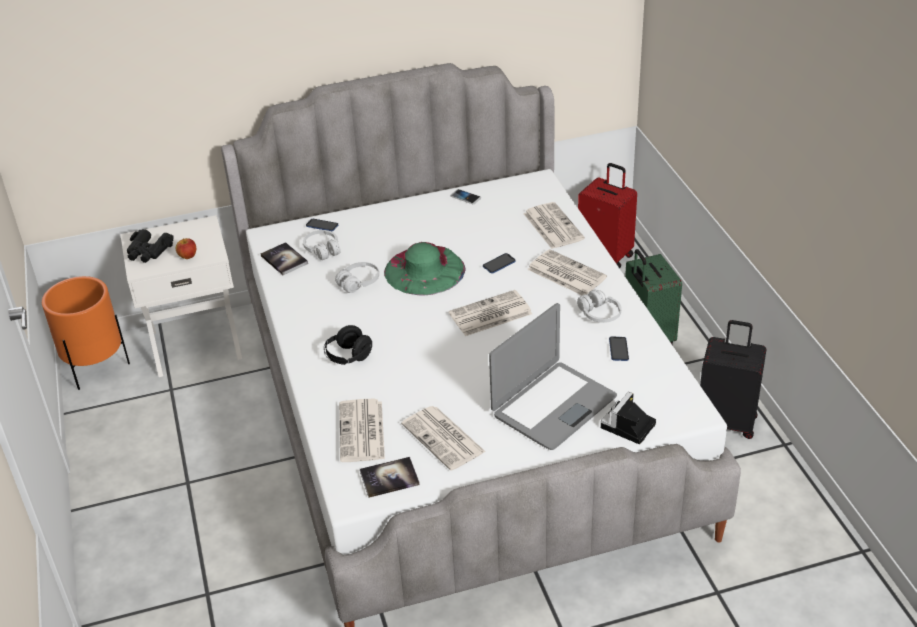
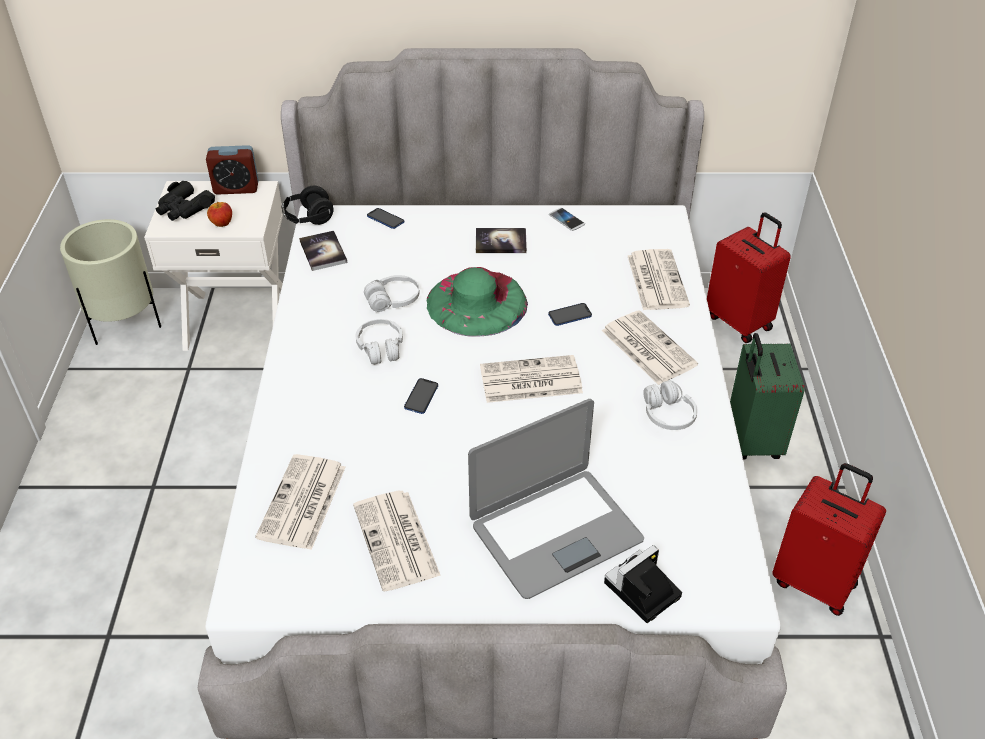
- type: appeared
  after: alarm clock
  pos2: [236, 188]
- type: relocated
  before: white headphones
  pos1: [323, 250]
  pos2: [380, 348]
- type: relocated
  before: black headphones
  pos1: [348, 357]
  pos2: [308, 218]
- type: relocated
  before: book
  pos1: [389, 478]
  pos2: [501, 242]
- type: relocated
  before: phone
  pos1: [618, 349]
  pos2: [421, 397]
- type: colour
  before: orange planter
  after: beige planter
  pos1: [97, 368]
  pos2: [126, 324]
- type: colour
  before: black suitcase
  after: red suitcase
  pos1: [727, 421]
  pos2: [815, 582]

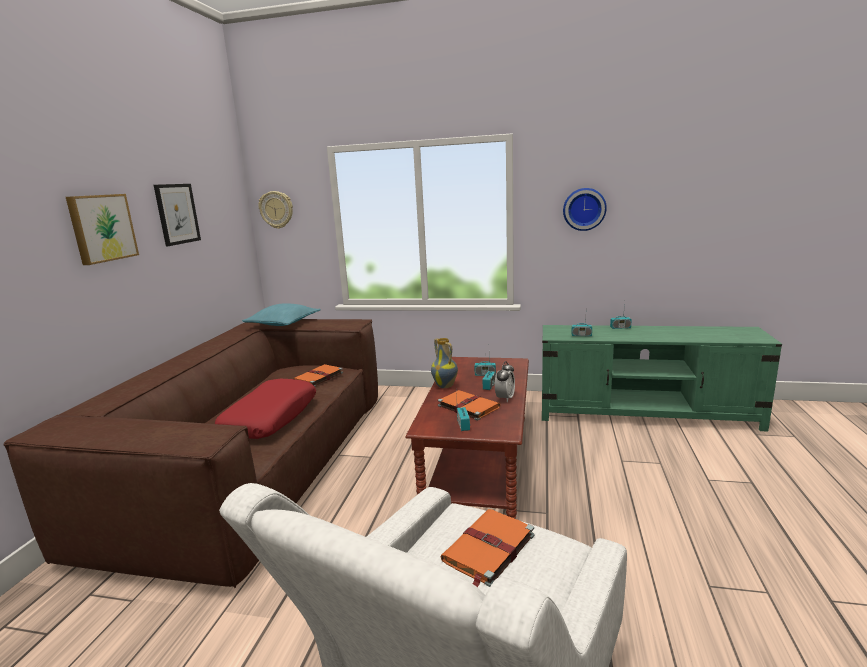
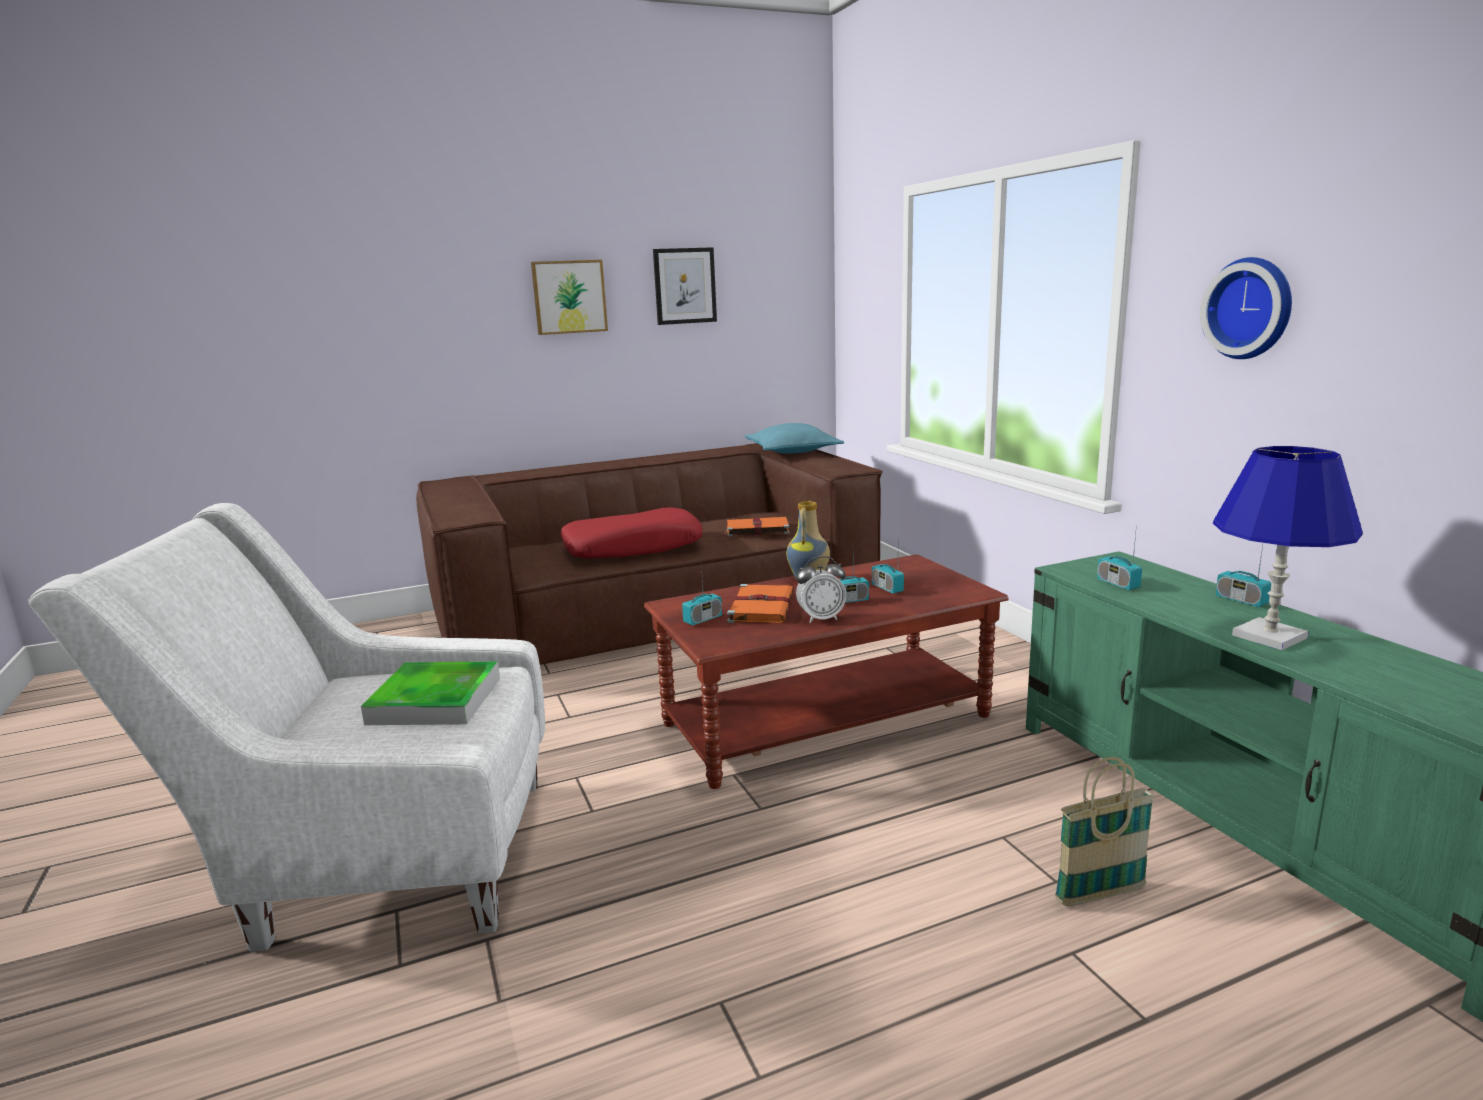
- type: missing
  before: wall clock
  pos1: [276, 209]
- type: appeared
  after: basket
  pos2: [1100, 895]
- type: appeared
  after: blue table lamp
  pos2: [1269, 637]
- type: exchanged
  before: orange book
  after: tray
  pos1: [488, 549]
  pos2: [435, 700]

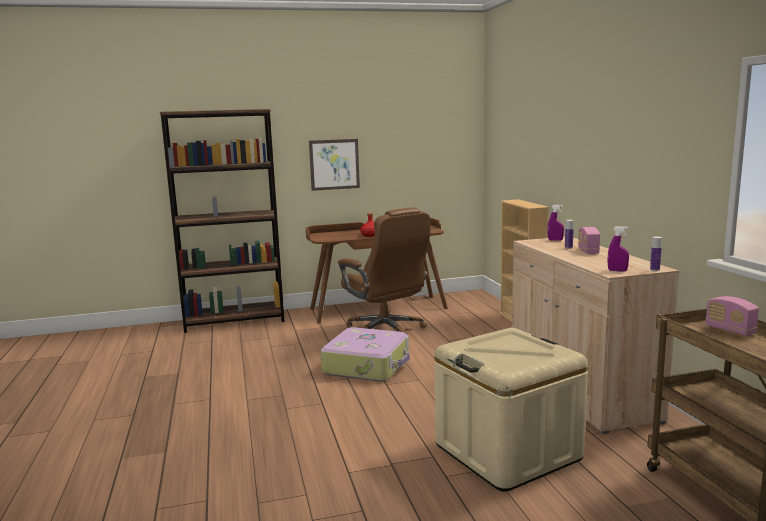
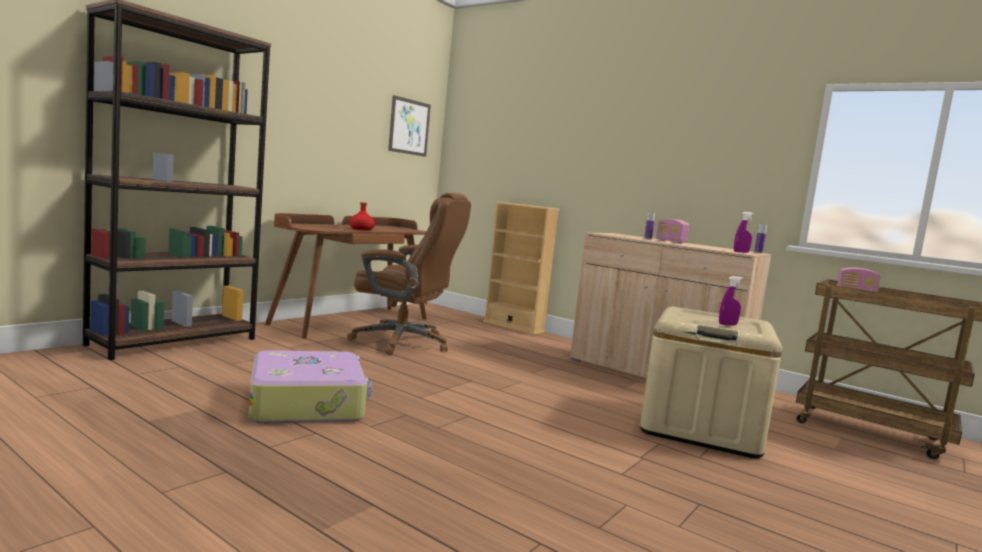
- type: relocated
  before: picture
  pos1: [334, 164]
  pos2: [409, 127]
- type: relocated
  before: suitcase
  pos1: [367, 365]
  pos2: [308, 403]
- type: relocated
  before: purple spray bottle
  pos1: [555, 240]
  pos2: [727, 325]

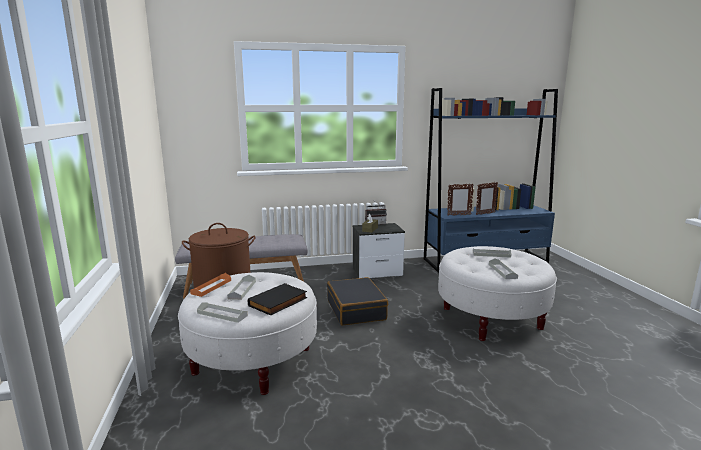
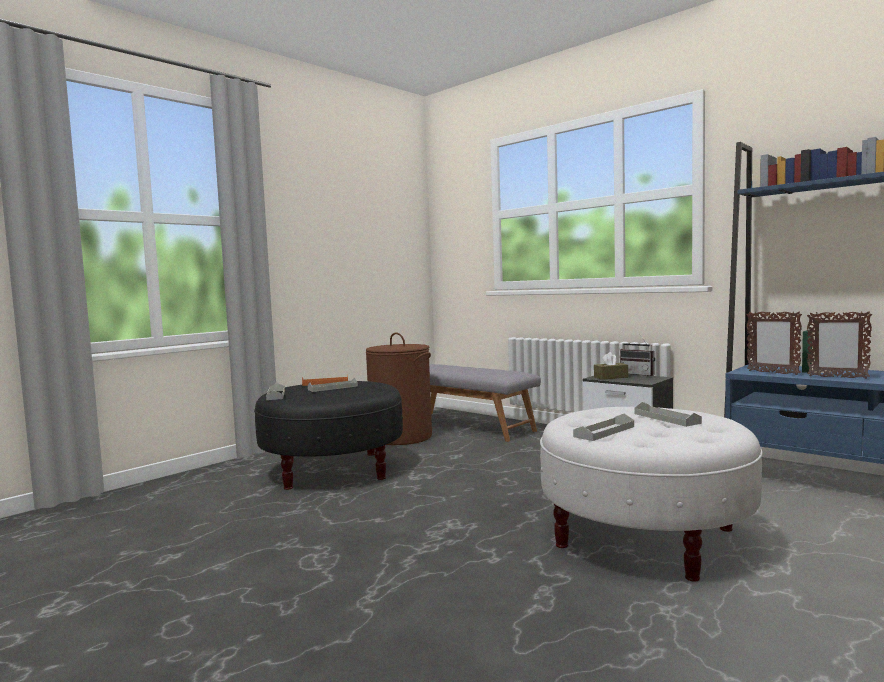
- type: missing
  before: black book
  pos1: [278, 302]
- type: missing
  before: black suitcase
  pos1: [356, 310]
- type: colour
  before: white ottoman
  after: black ottoman
  pos1: [253, 360]
  pos2: [333, 469]

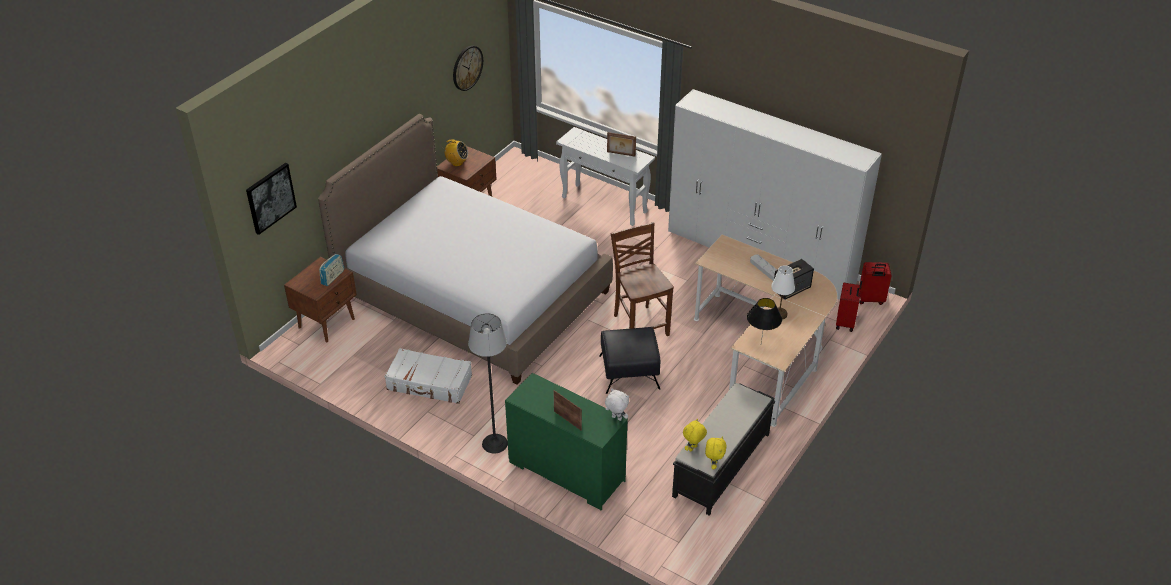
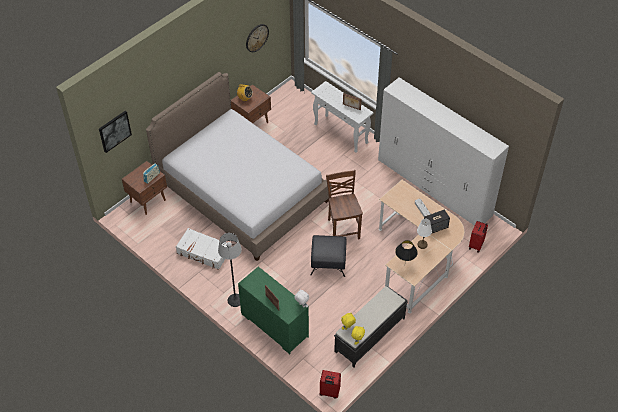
- type: relocated
  before: red suitcase
  pos1: [871, 300]
  pos2: [329, 392]

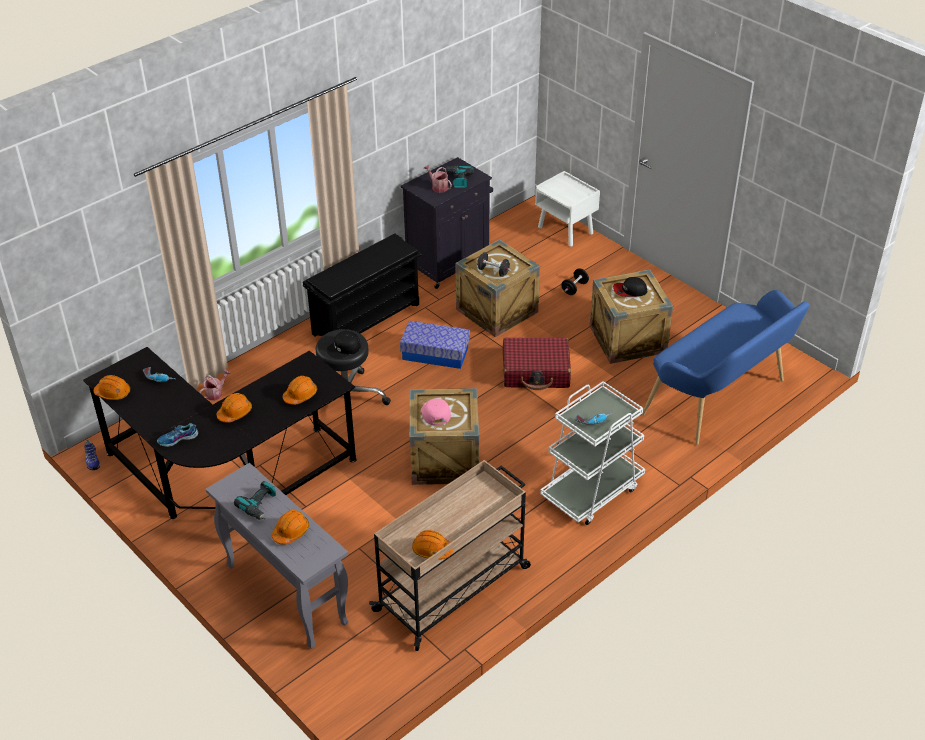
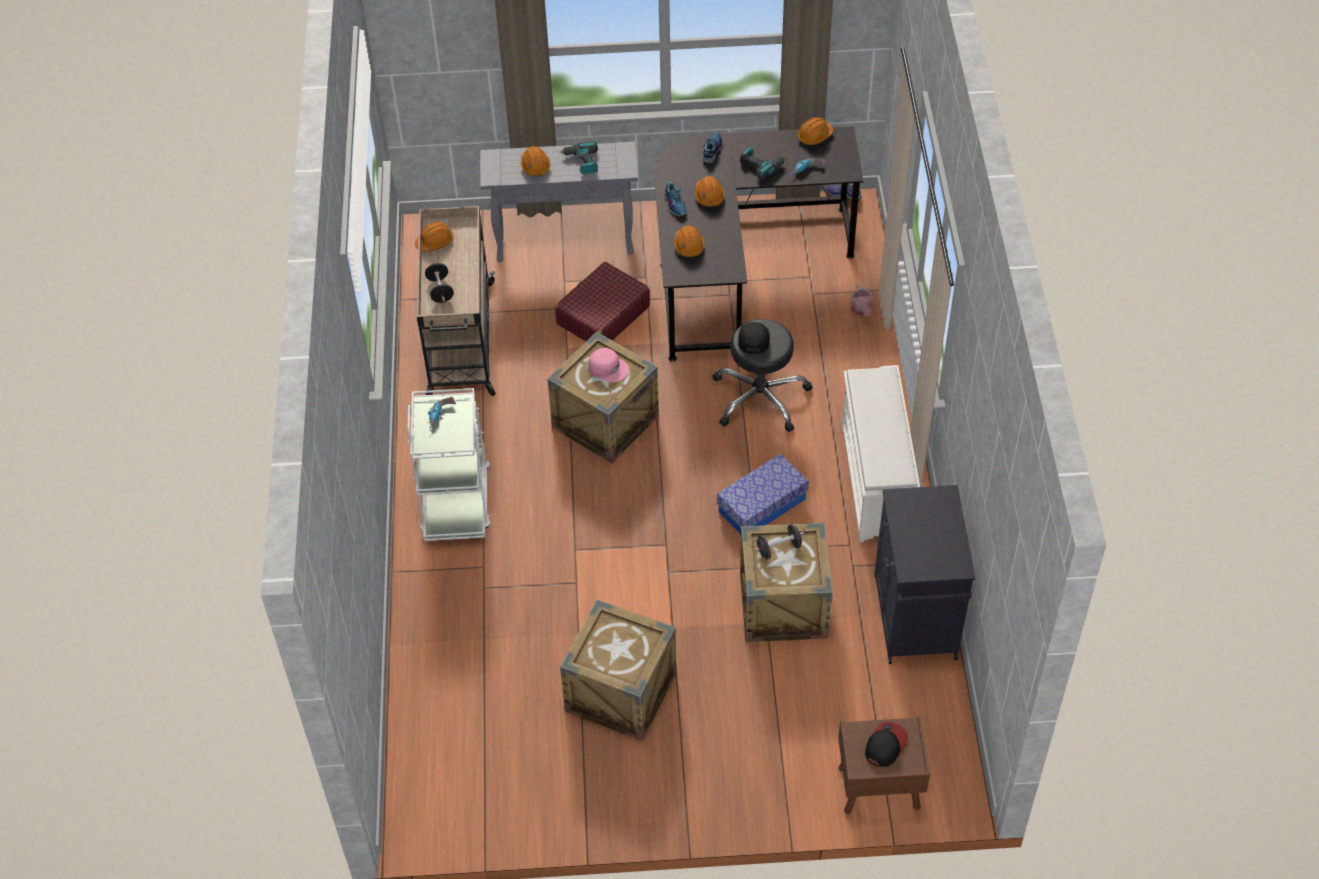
- type: missing
  before: watering can
  pos1: [438, 187]
- type: missing
  before: blue bench
  pos1: [720, 400]
- type: appeared
  after: shoe
  pos2: [675, 204]
- type: relocated
  before: power drill
  pos1: [458, 179]
  pos2: [761, 166]
- type: relocated
  before: red suitcase
  pos1: [536, 371]
  pos2: [602, 315]
- type: relocated
  before: black dumbbell
  pos1: [574, 288]
  pos2: [440, 290]
- type: relocated
  before: cap
  pos1: [629, 291]
  pos2: [885, 745]
- type: colour
  before: black shoe rack
  after: white shoe rack
  pos1: [366, 318]
  pos2: [876, 483]
- type: colour
  before: white nightstand
  after: brown nightstand
  pos1: [566, 231]
  pos2: [878, 788]

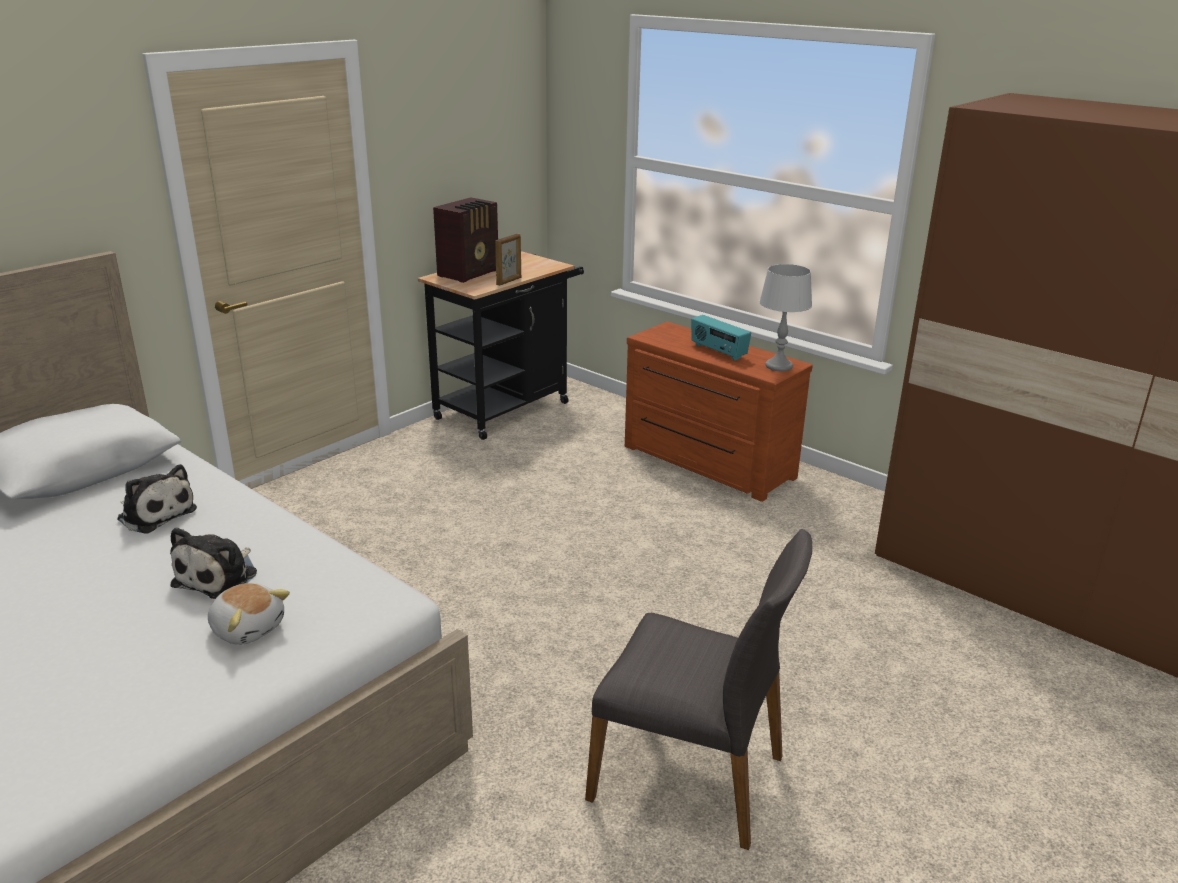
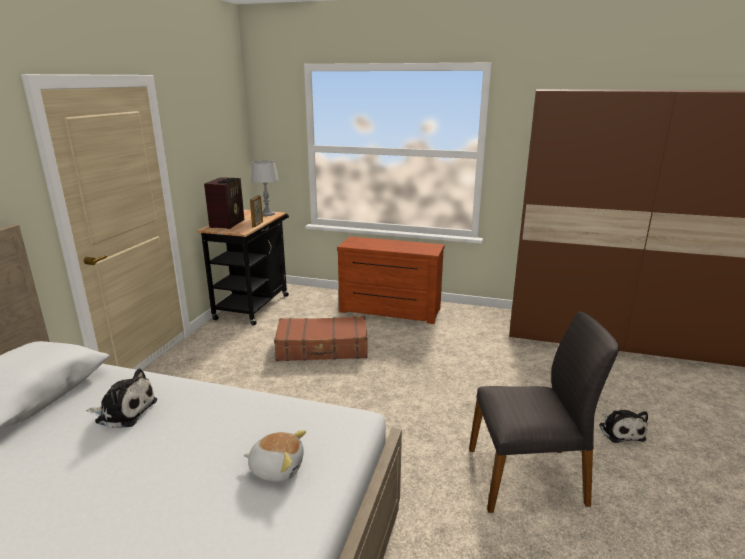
- type: missing
  before: radio
  pos1: [718, 352]
- type: appeared
  after: brown suitcase
  pos2: [322, 348]
- type: relocated
  before: plush toy
  pos1: [219, 577]
  pos2: [620, 431]
- type: relocated
  before: grey table lamp
  pos1: [778, 366]
  pos2: [267, 214]

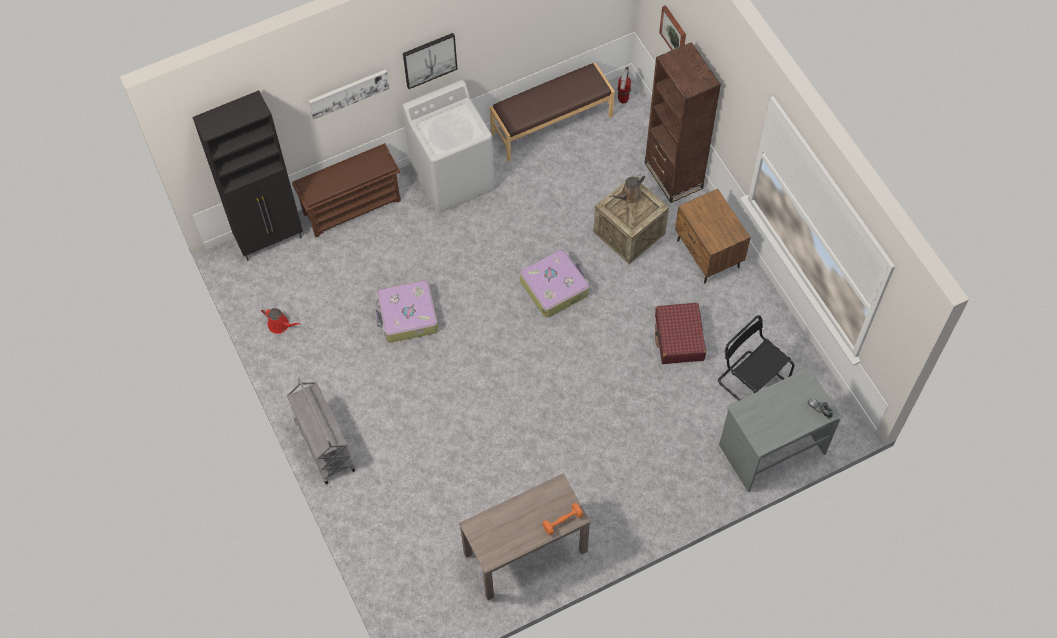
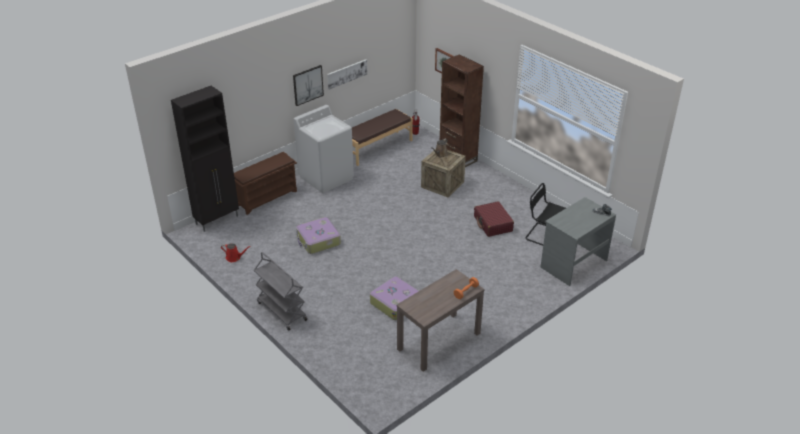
- type: missing
  before: brown nightstand
  pos1: [707, 254]
- type: relocated
  before: picture
  pos1: [348, 93]
  pos2: [346, 73]
- type: relocated
  before: suitcase
  pos1: [554, 287]
  pos2: [395, 303]

